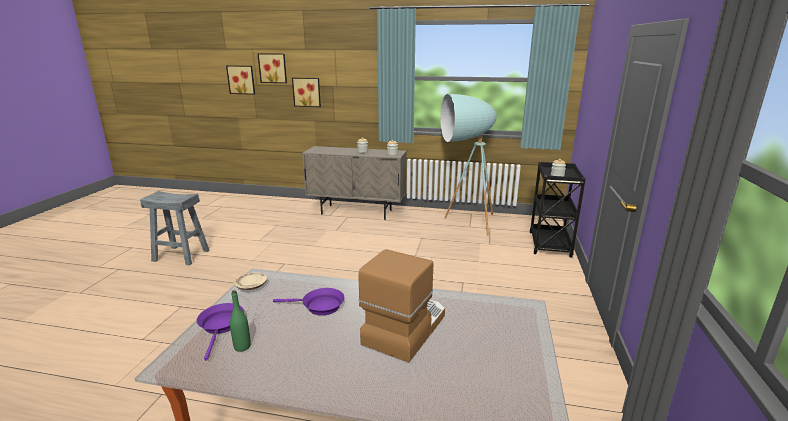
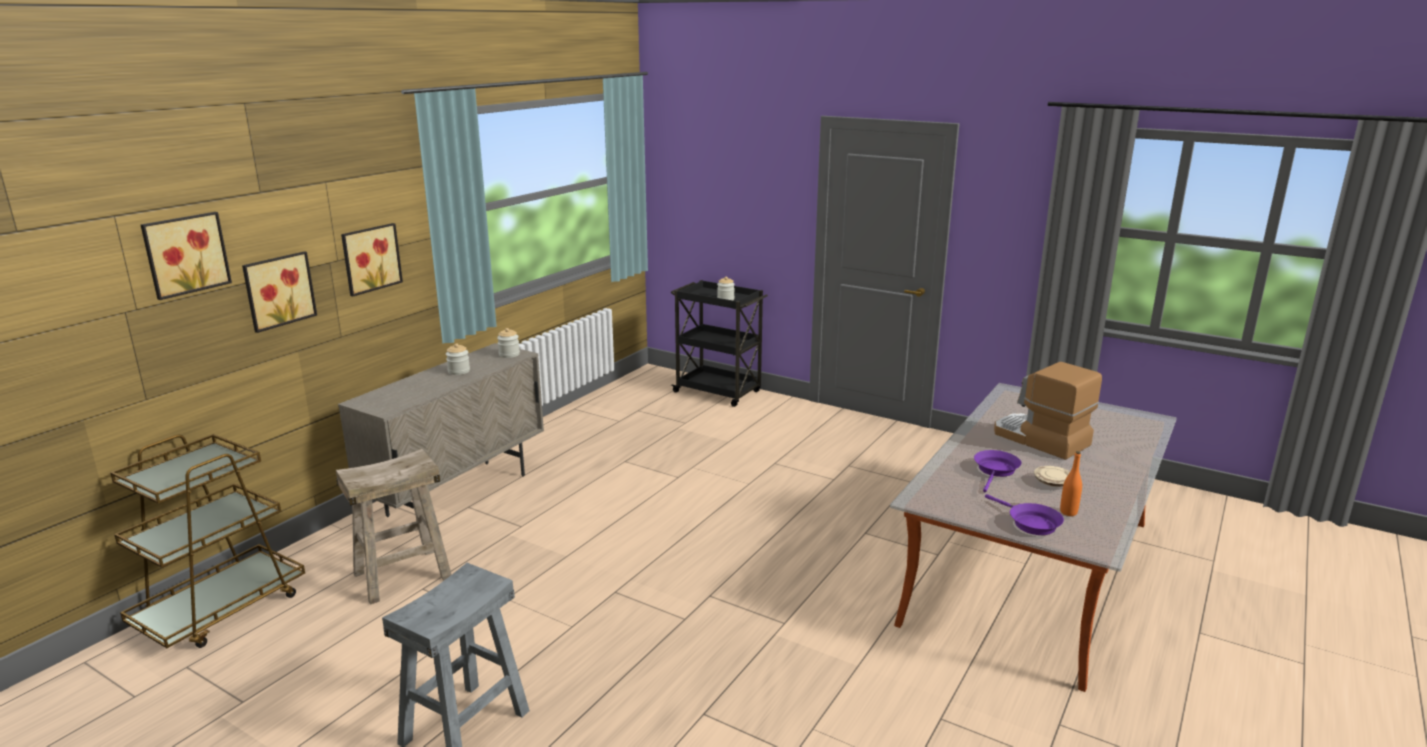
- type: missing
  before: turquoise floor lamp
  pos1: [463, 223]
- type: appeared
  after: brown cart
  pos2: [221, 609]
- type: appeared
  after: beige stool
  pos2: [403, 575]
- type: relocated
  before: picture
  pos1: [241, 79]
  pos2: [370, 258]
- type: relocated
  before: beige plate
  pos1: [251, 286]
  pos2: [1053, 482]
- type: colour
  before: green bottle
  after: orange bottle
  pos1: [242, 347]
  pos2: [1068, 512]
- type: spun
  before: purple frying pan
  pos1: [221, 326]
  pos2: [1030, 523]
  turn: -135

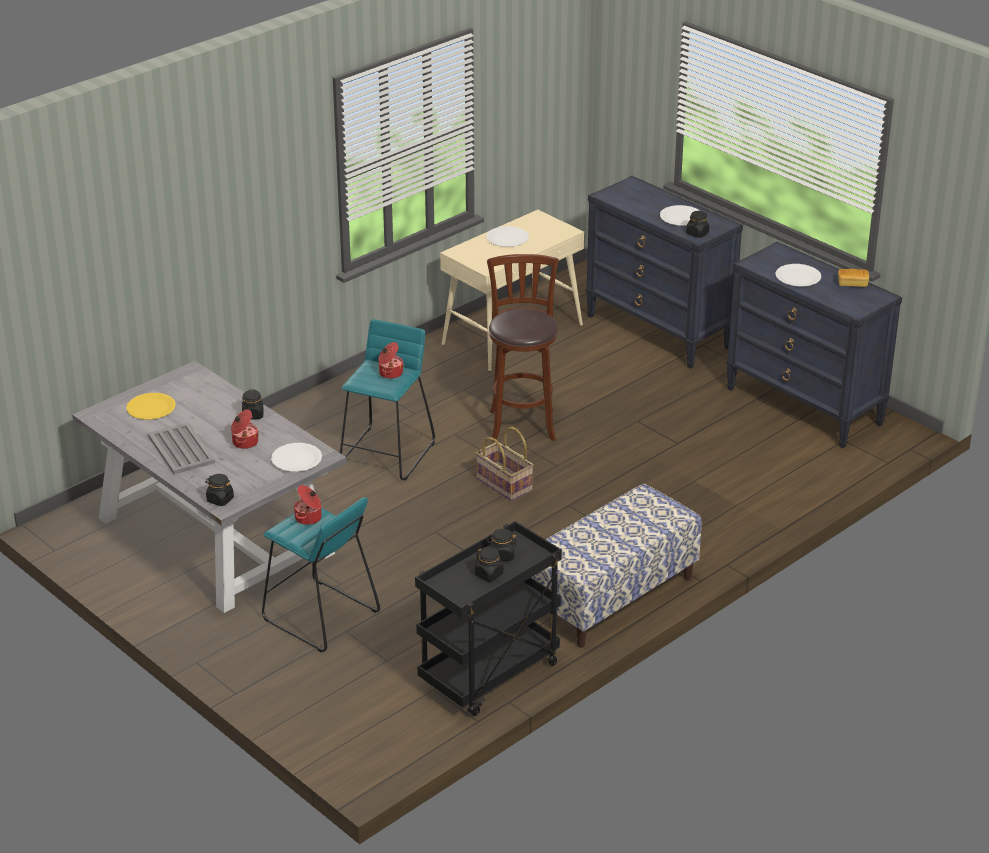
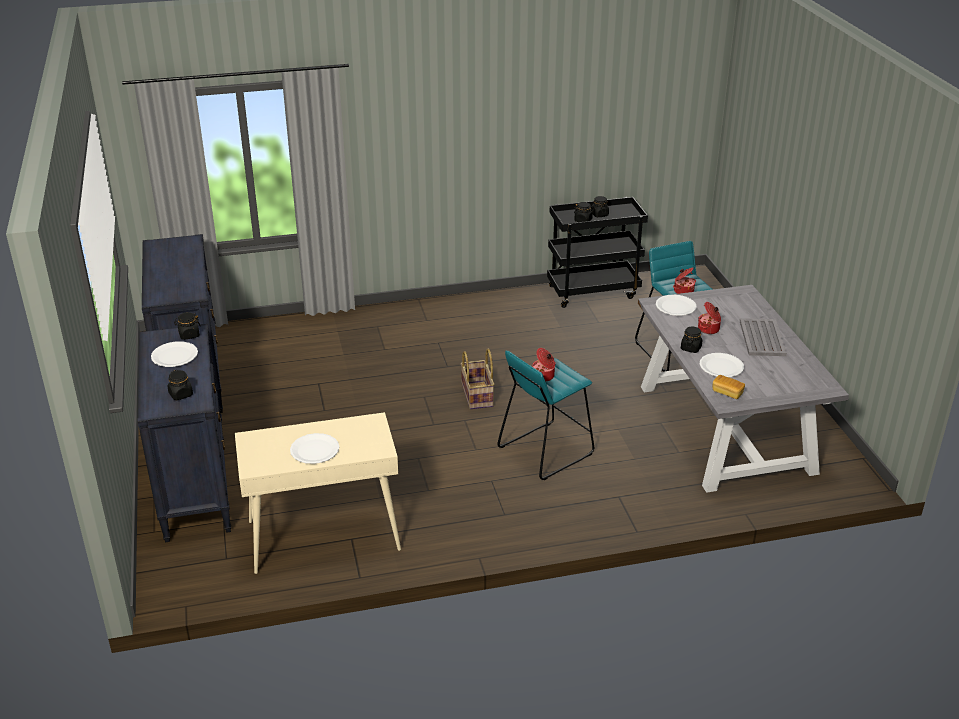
- type: missing
  before: yellow plate
  pos1: [151, 408]
- type: missing
  before: brown stool
  pos1: [522, 423]
- type: missing
  before: bench
  pos1: [612, 597]
- type: relocated
  before: black jar
  pos1: [220, 499]
  pos2: [181, 394]
- type: relocated
  before: white plate
  pos1: [797, 277]
  pos2: [721, 366]
- type: relocated
  before: bread
  pos1: [852, 284]
  pos2: [727, 392]

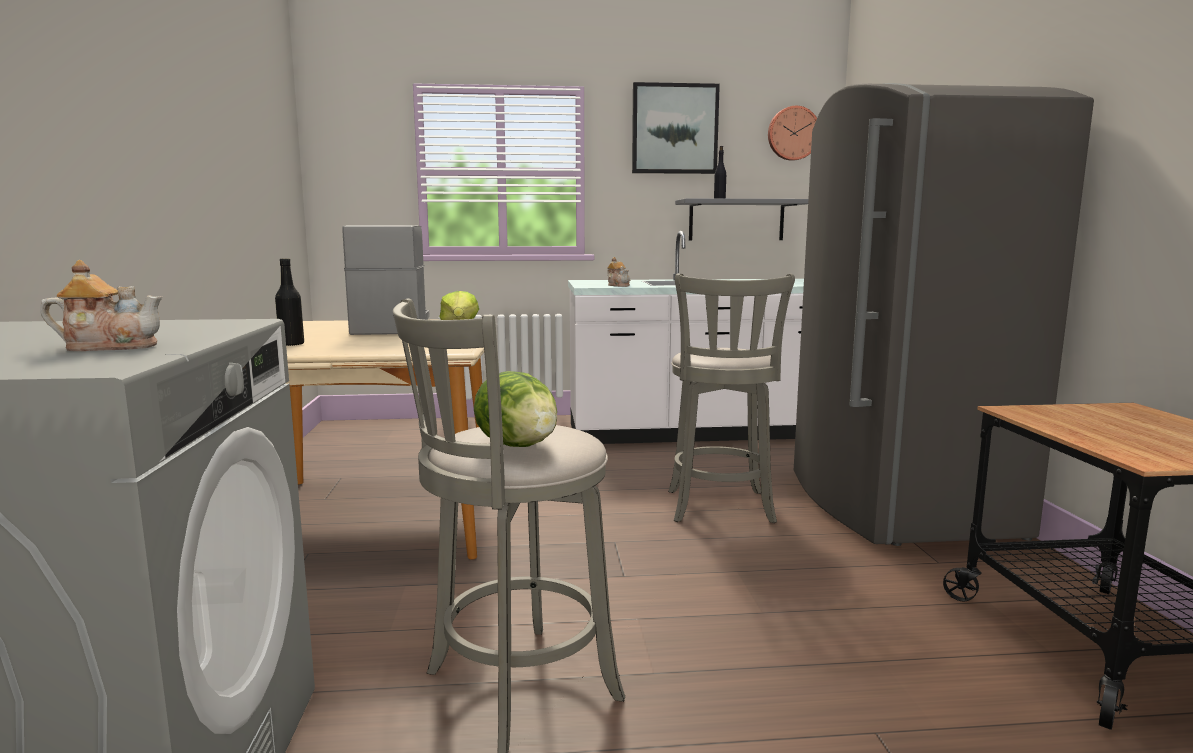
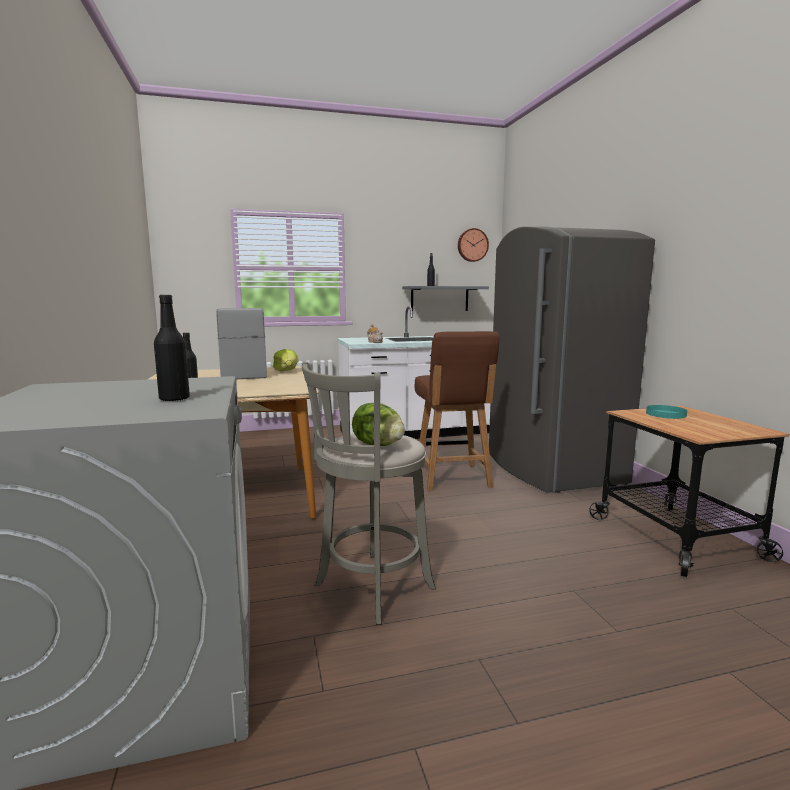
- type: missing
  before: picture
  pos1: [674, 129]
- type: appeared
  after: turquoise plate
  pos2: [665, 414]
- type: exchanged
  before: teapot
  after: black bottle
  pos1: [110, 347]
  pos2: [174, 399]
- type: exchanged
  before: grey stool
  after: brown chair
  pos1: [720, 509]
  pos2: [452, 478]

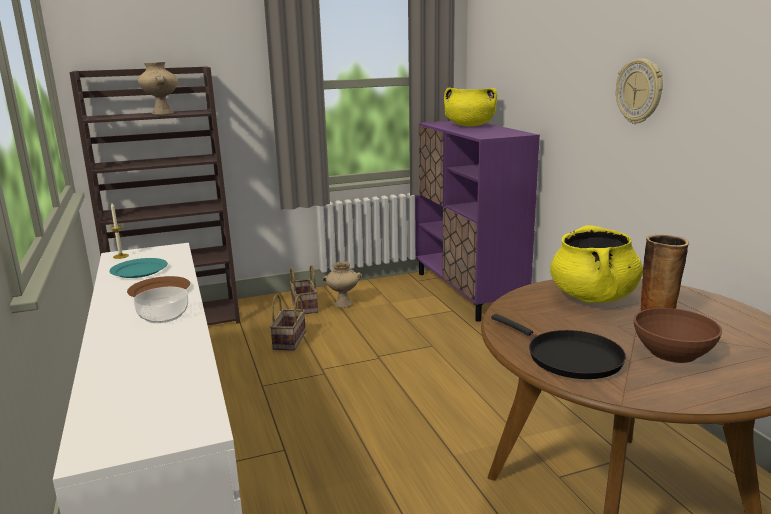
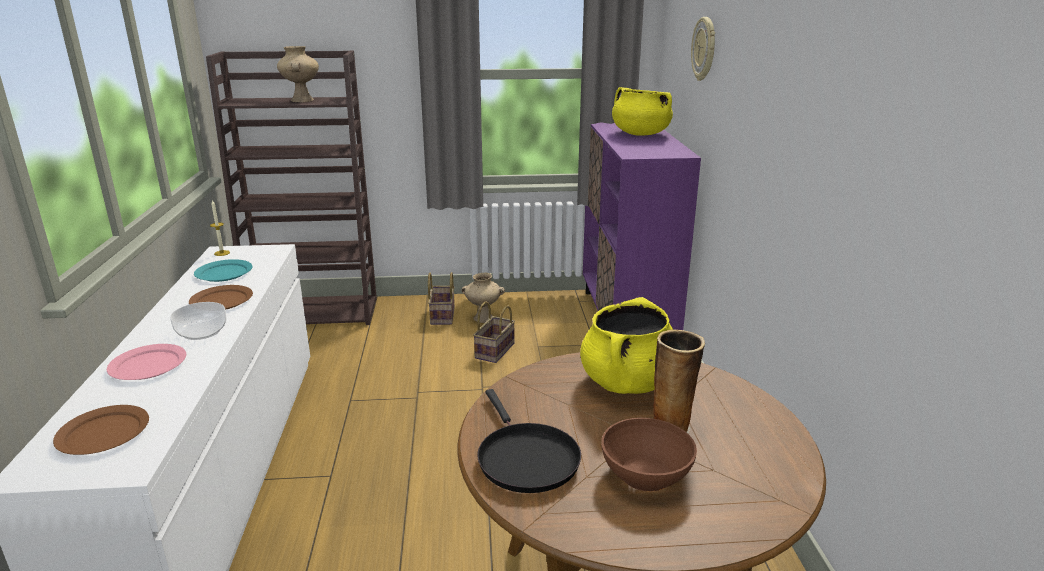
- type: appeared
  after: brown plate
  pos2: [104, 433]
- type: appeared
  after: pink plate
  pos2: [148, 365]
- type: relocated
  before: basket
  pos1: [290, 341]
  pos2: [495, 351]
- type: relocated
  before: wall clock
  pos1: [640, 91]
  pos2: [705, 49]

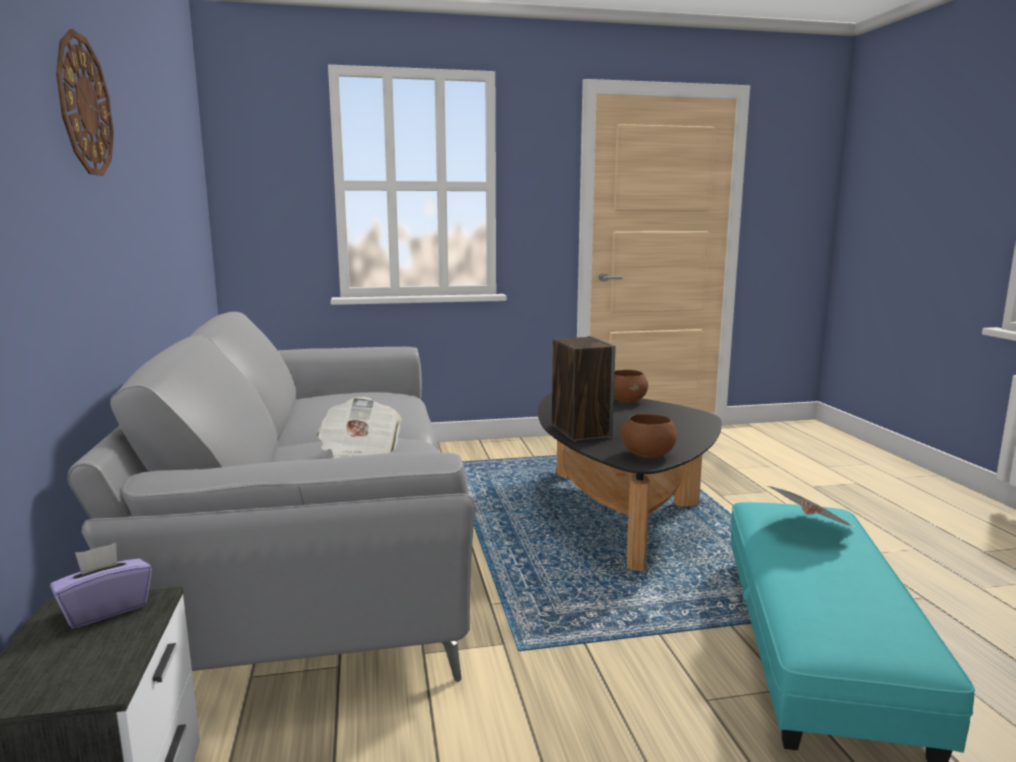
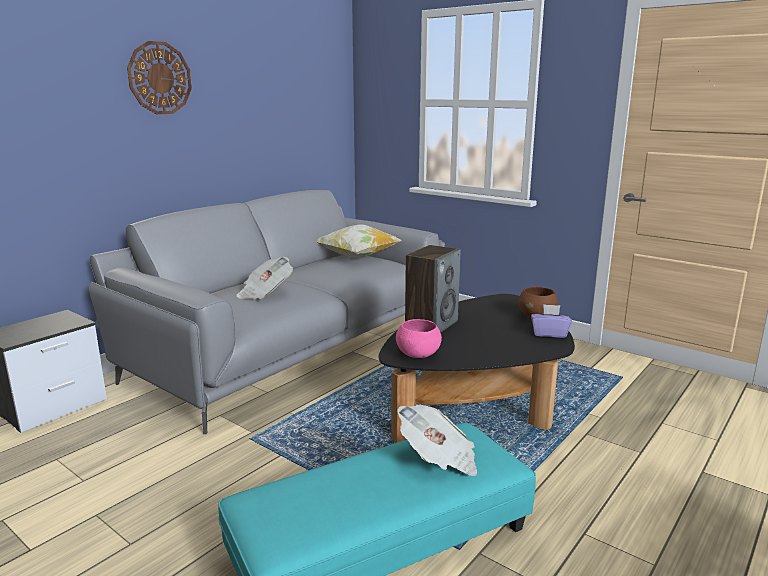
- type: appeared
  after: pillow
  pos2: [357, 257]
- type: relocated
  before: purple tissue box
  pos1: [105, 609]
  pos2: [549, 333]
- type: colour
  before: brown bowl
  after: pink bowl
  pos1: [648, 455]
  pos2: [417, 355]

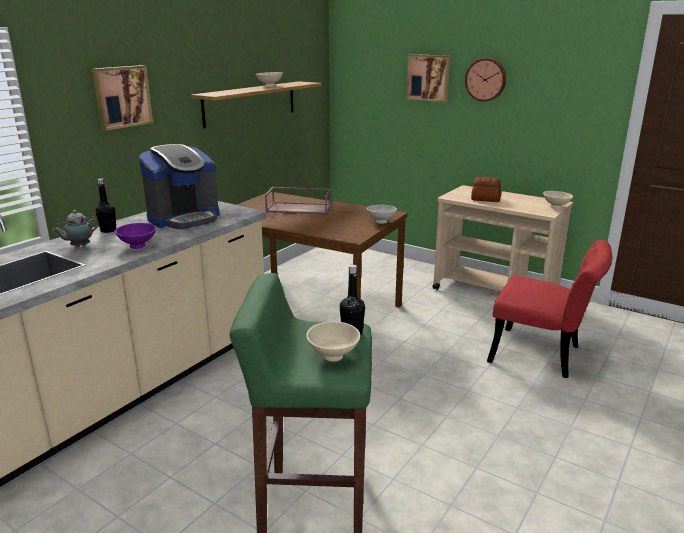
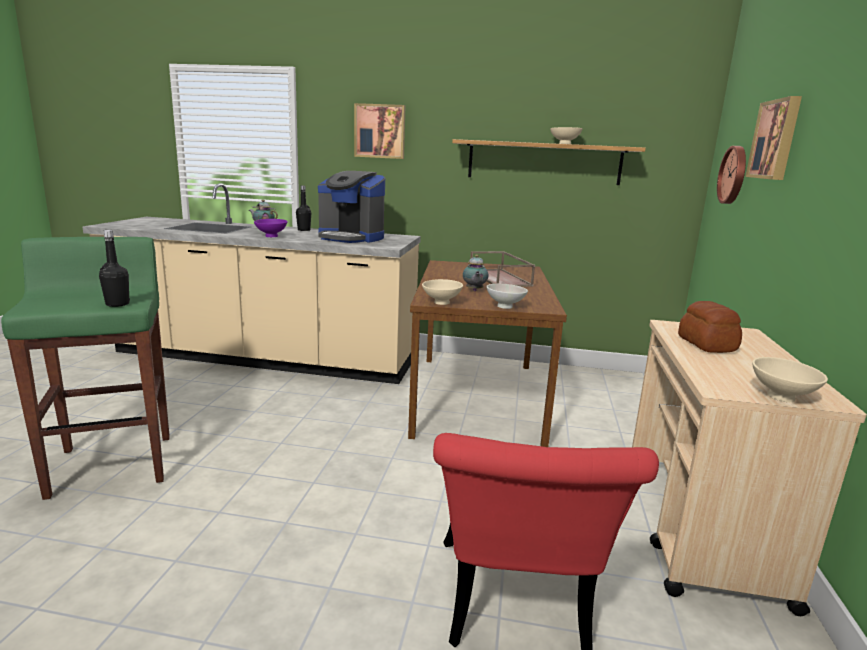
- type: appeared
  after: teapot
  pos2: [474, 290]
- type: relocated
  before: beige bowl
  pos1: [334, 356]
  pos2: [442, 303]
- type: relocated
  before: wall clock
  pos1: [486, 79]
  pos2: [734, 175]

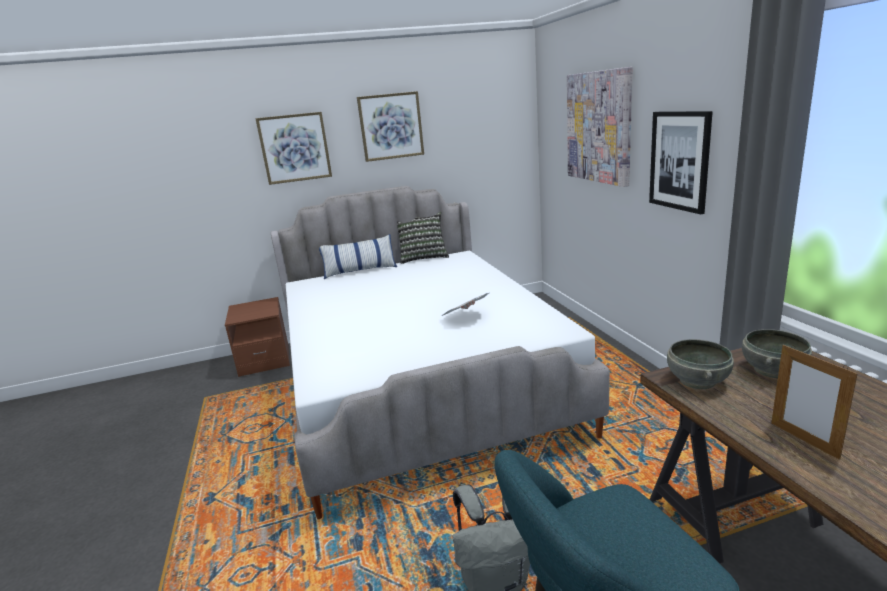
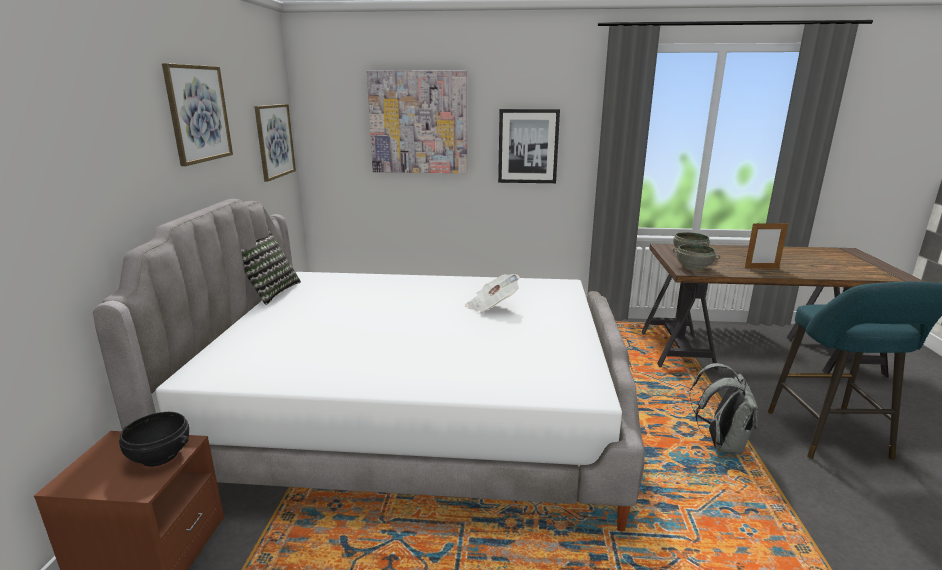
- type: missing
  before: pillow
  pos1: [360, 271]
- type: appeared
  after: black bowl
  pos2: [159, 456]
- type: relocated
  before: picture
  pos1: [295, 148]
  pos2: [274, 141]

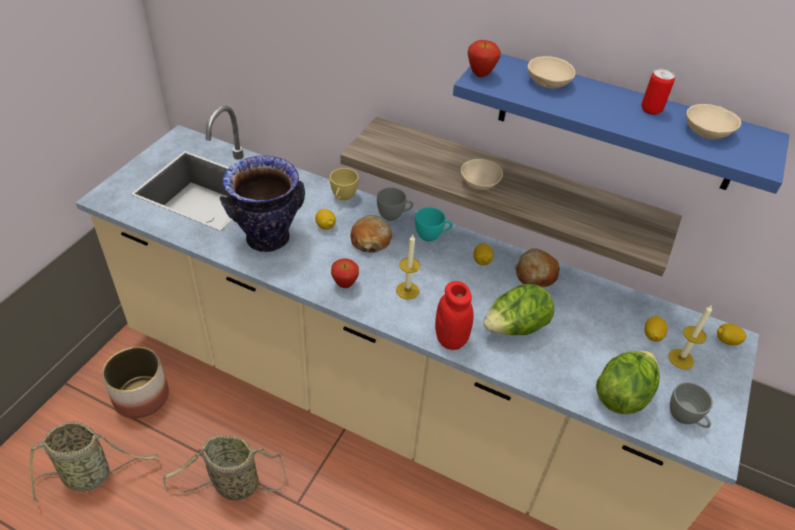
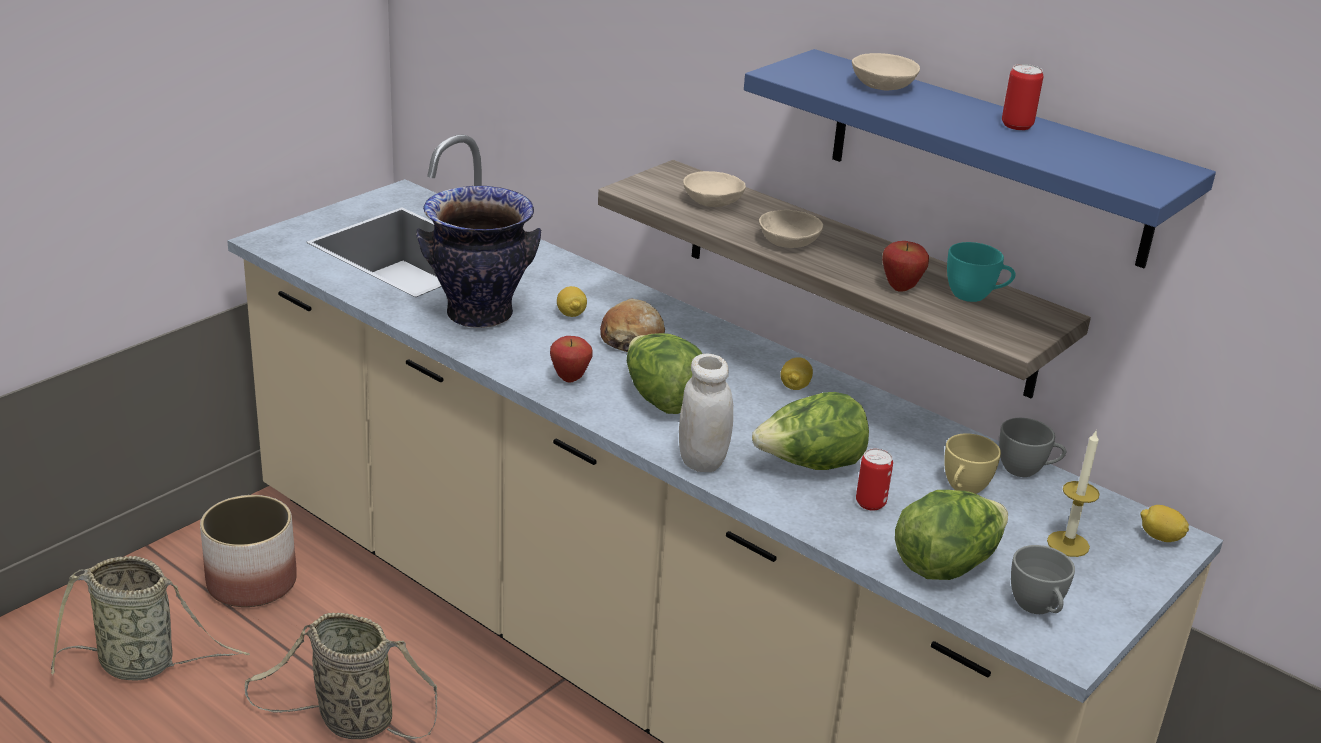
- type: missing
  before: bread
  pos1: [535, 274]
- type: missing
  before: lemon
  pos1: [652, 335]
- type: appeared
  after: can
  pos2: [870, 503]
- type: relocated
  before: yellow cup
  pos1: [342, 197]
  pos2: [963, 489]
- type: relocated
  before: grey cup
  pos1: [394, 215]
  pos2: [1026, 470]
- type: relocated
  before: turquoise cup
  pos1: [432, 236]
  pos2: [975, 296]
- type: relocated
  before: apple
  pos1: [480, 74]
  pos2: [901, 288]
- type: relocated
  before: beige bowl
  pos1: [708, 130]
  pos2: [714, 200]
- type: exchanged
  before: candle
  after: lettuce
  pos1: [407, 290]
  pos2: [661, 400]
- type: colour
  before: red jar
  after: white jar
  pos1: [450, 339]
  pos2: [702, 461]

